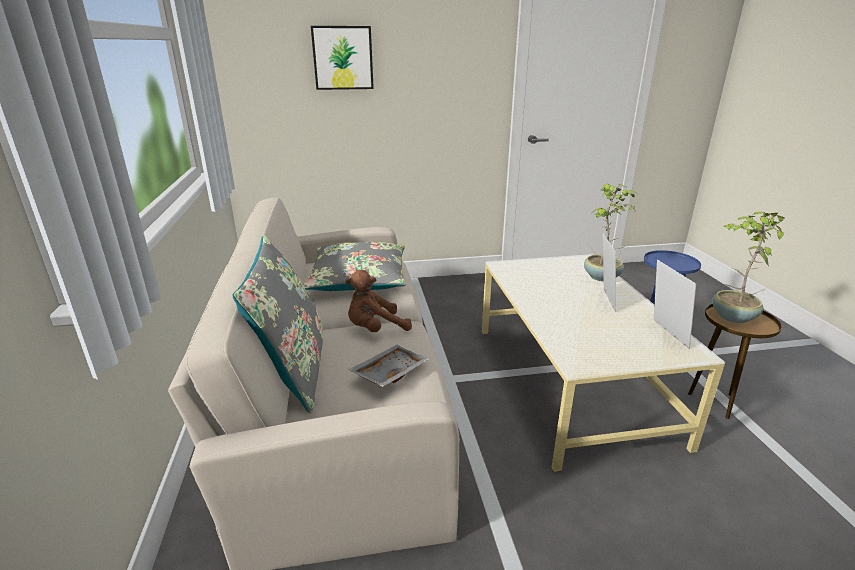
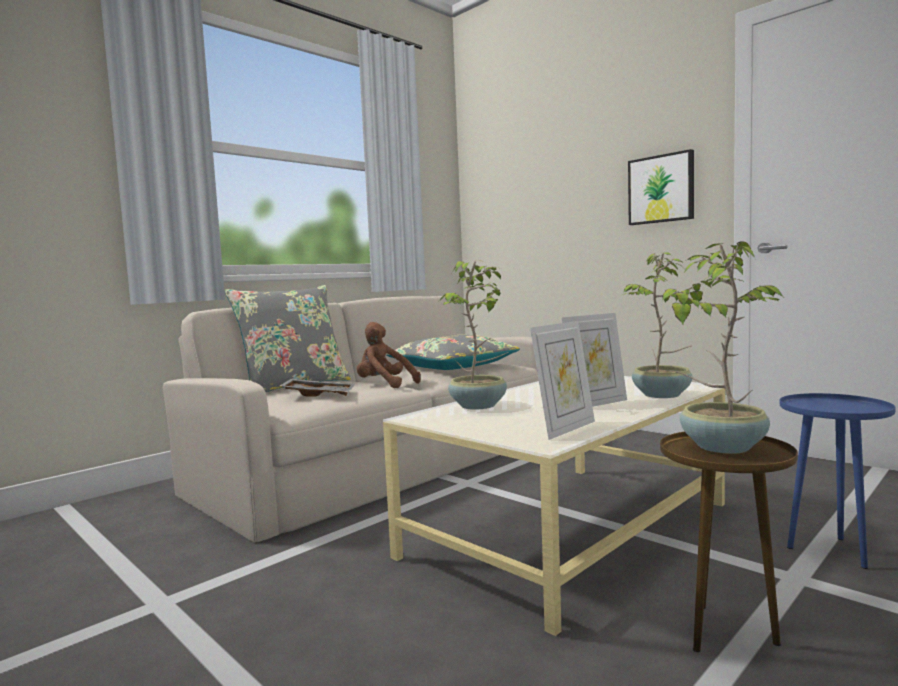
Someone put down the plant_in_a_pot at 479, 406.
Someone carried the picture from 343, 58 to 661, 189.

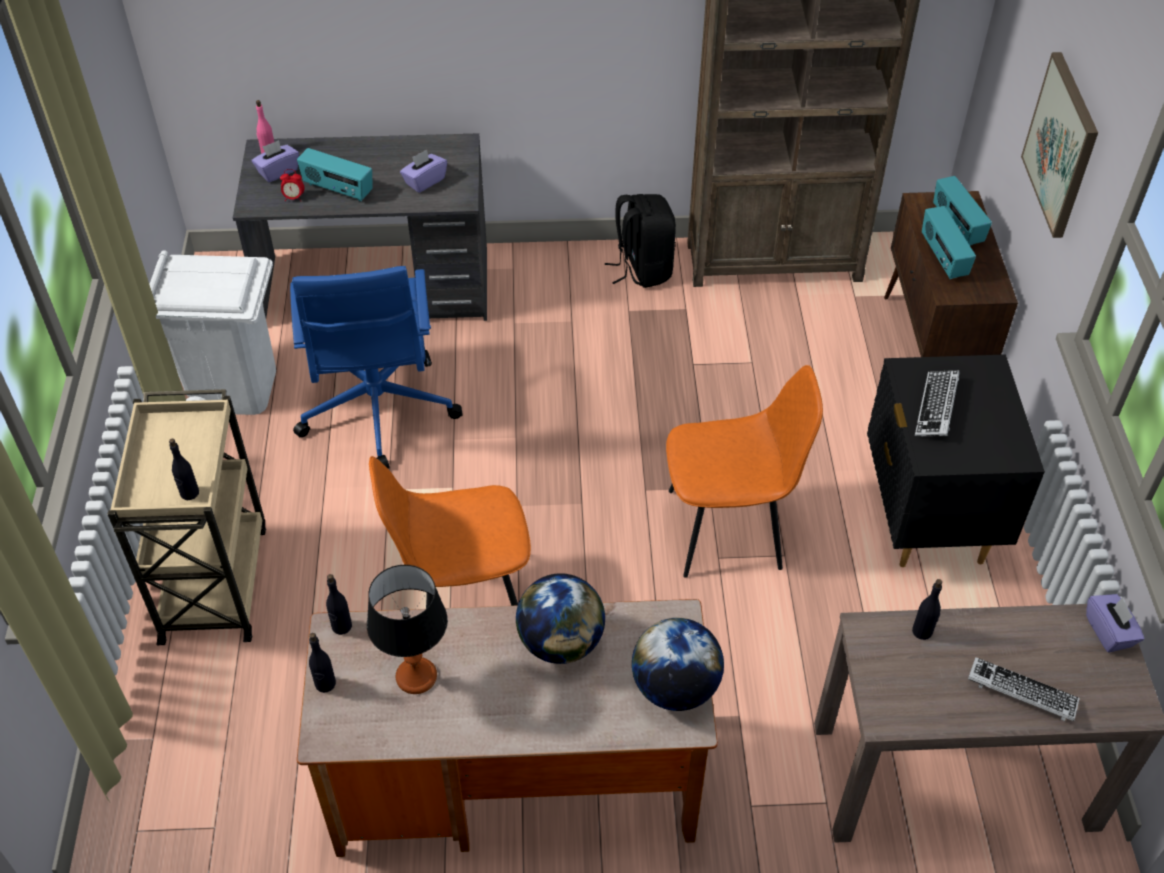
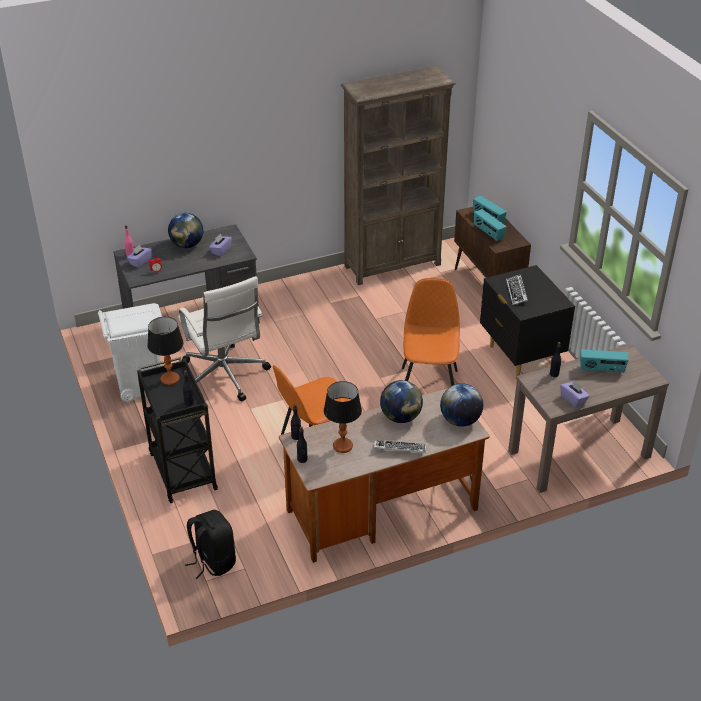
Someone repainted the sand-coloured_cart at 215, 581, which became the black_cart at 182, 469.
Someone put down the table_lamp at 170, 379.
Someone put down the globe at 187, 245.
Someone repainted the bluish_desk_chair at 377, 412, which became the whitish_desk_chair at 224, 376.
Someone carried the black_rucksack from 642, 269 to 213, 561.
Someone carried the PC_keyboard from 1021, 693 to 400, 449.
Someone rotated the orange-coloured_upright_chair at 728, 529 by 60 degrees counterclockwise.
Someone carried the purplish_box_of_tissues from 1109, 632 to 573, 399.
Someone carried the radio_set from 338, 190 to 601, 370.
Someone took away the picture at 1062, 145.

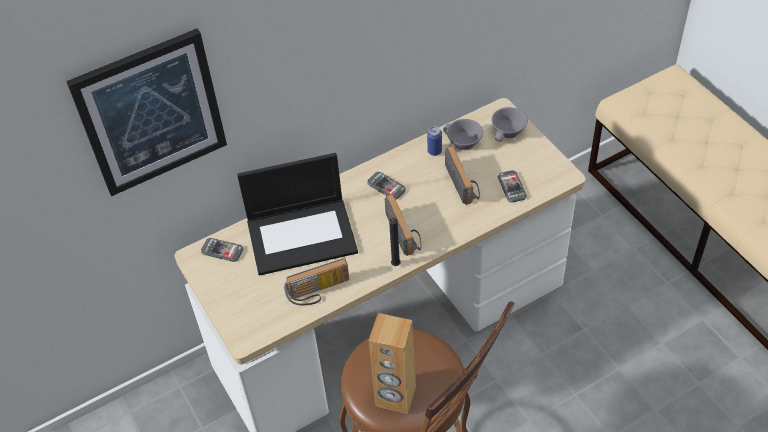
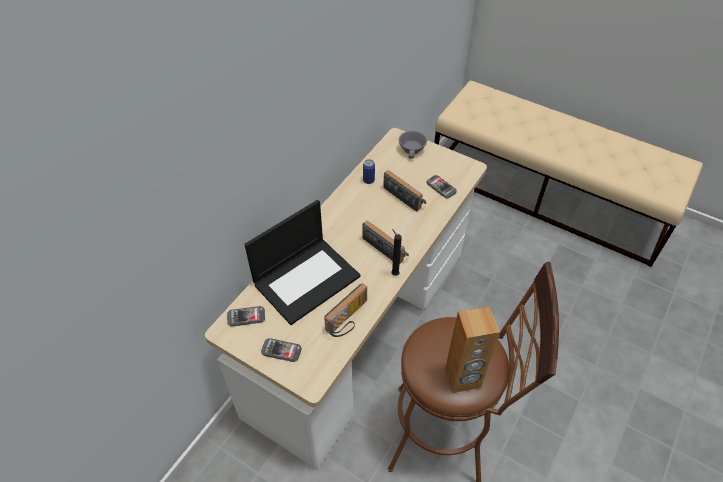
Someone carried the handset from 386, 186 to 281, 350.
Someone took away the picture at 151, 113.
Someone took away the greyish_drinking_cup at 462, 143.

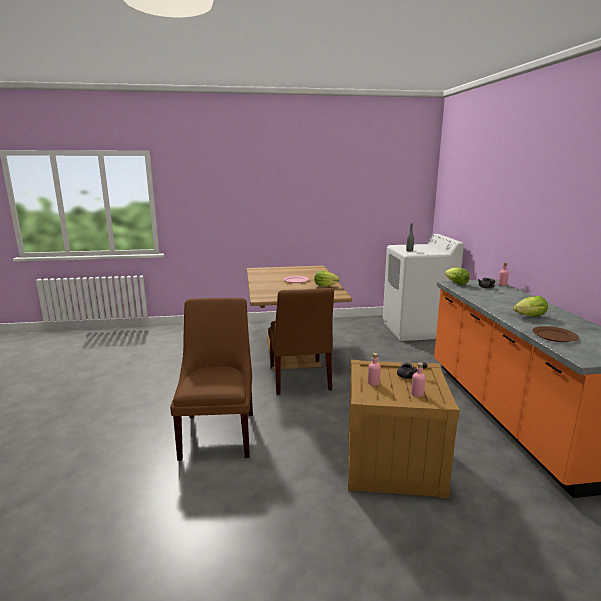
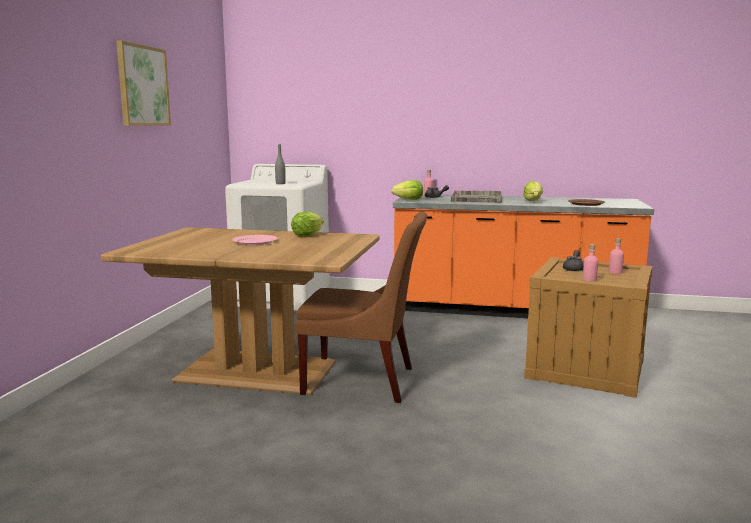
Someone put up the picture at 143, 86.
Someone put down the greyish_serving_tray at 476, 198.
Someone took away the brown_upright_chair at 219, 432.

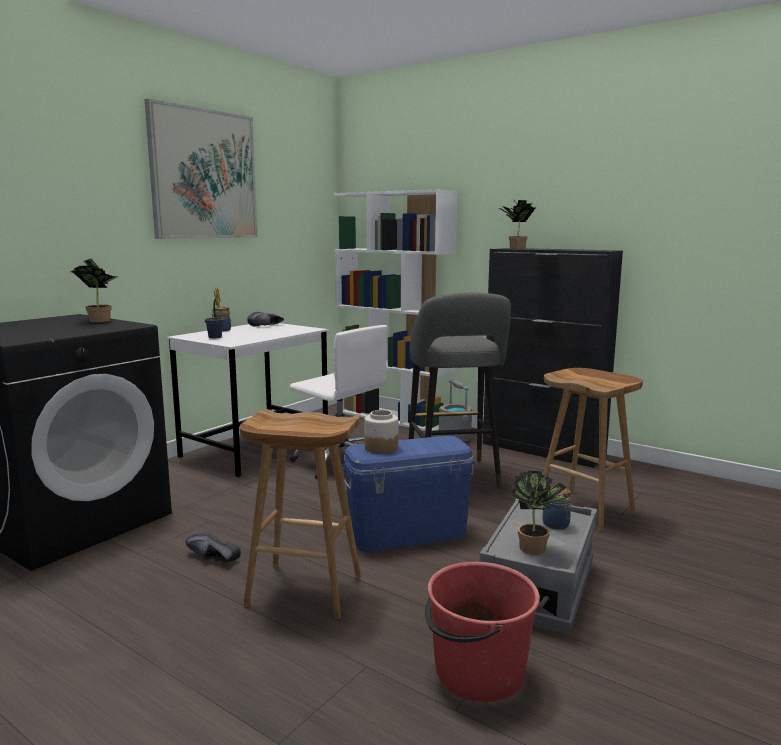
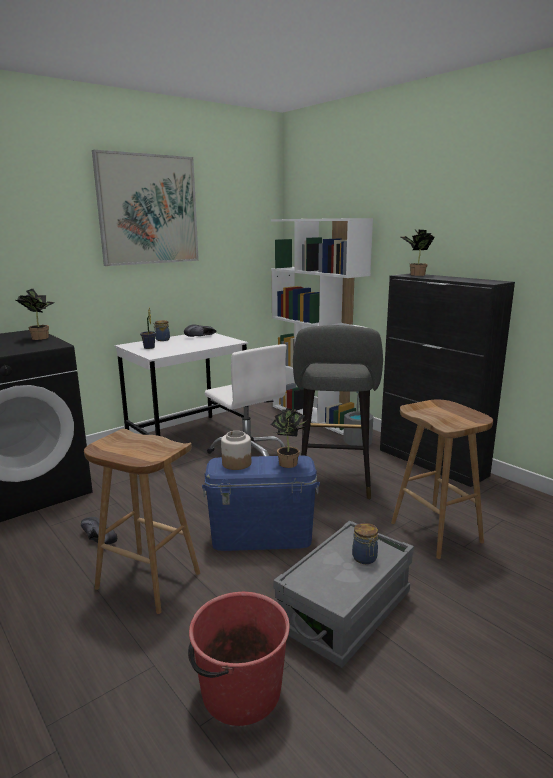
Someone carried the plant_in_a_pot from 536, 549 to 290, 464.

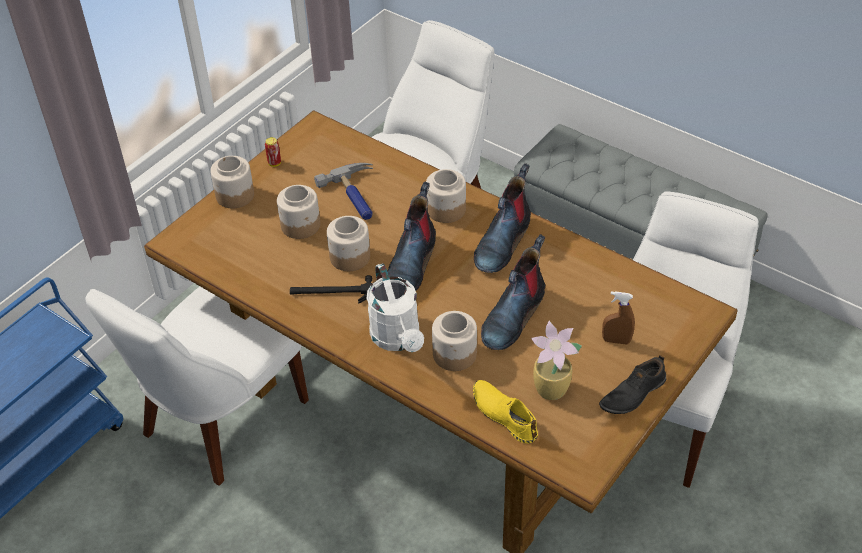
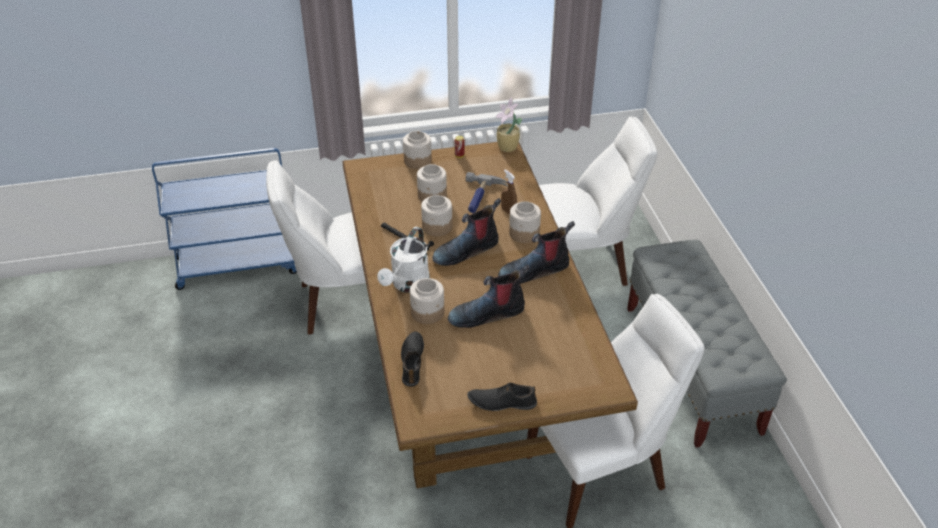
Someone repainted the yellow_shoe at 504, 415, which became the black_shoe at 413, 361.
Someone carried the plant_in_a_pot from 552, 390 to 507, 148.
Someone carried the brown_spray_bottle from 616, 340 to 508, 211.

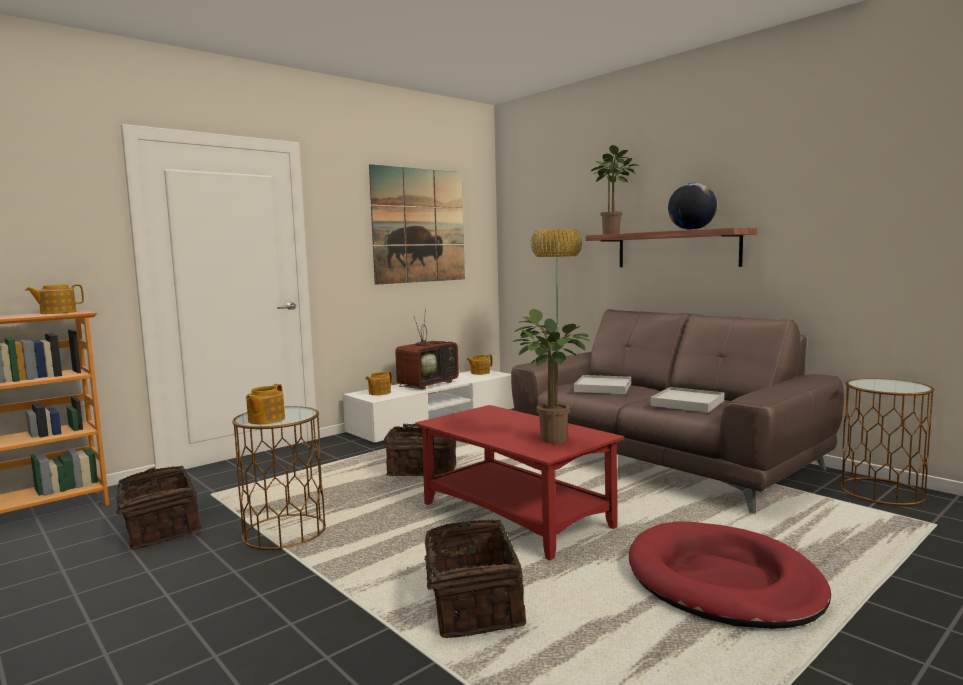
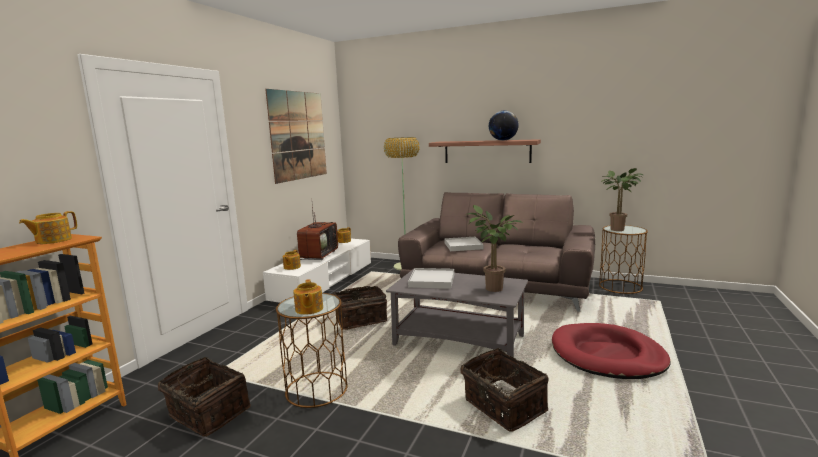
Someone repainted the red-coloured_lounge_table at 517, 516, which became the greyish_lounge_table at 460, 340.
Someone carried the whitish_serving_tray from 687, 403 to 432, 280.
Someone carried the plant_in_a_pot from 614, 234 to 620, 229.

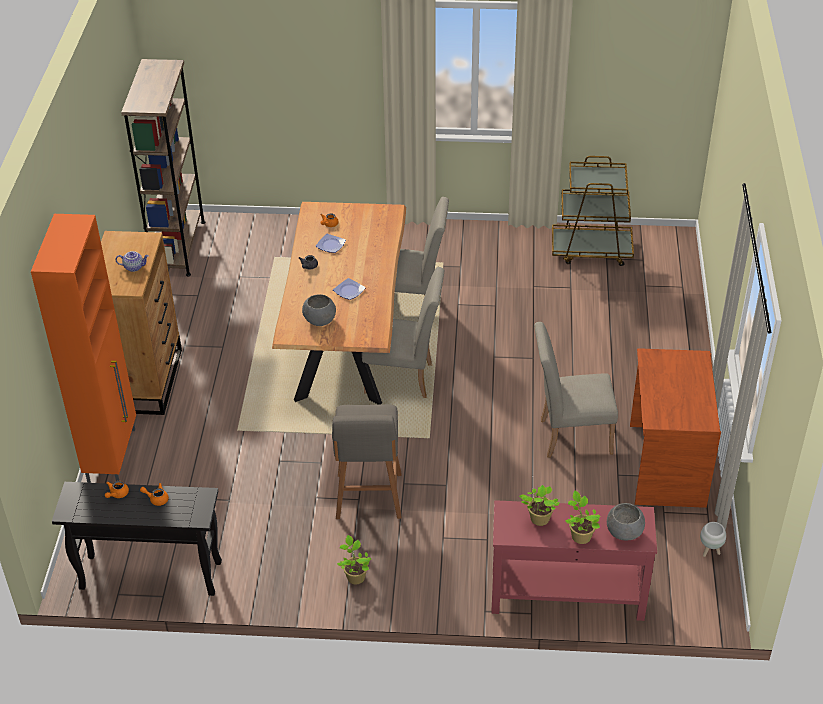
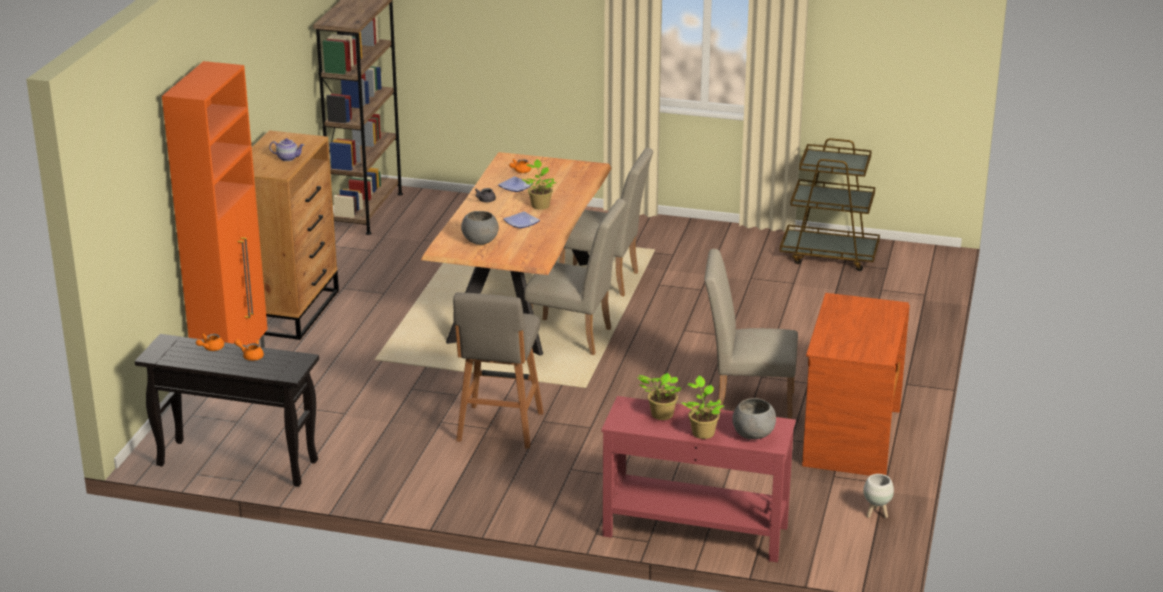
Someone carried the plant_in_a_pot from 355, 576 to 540, 205.

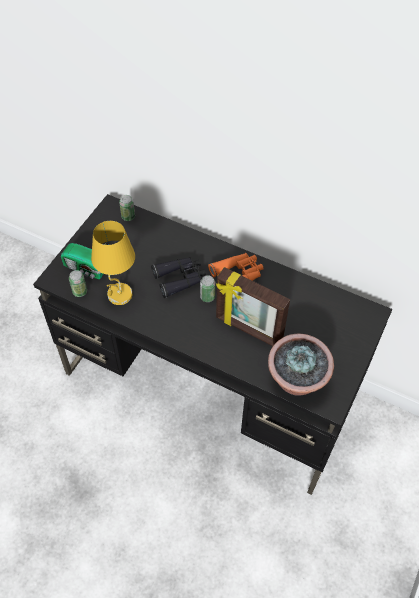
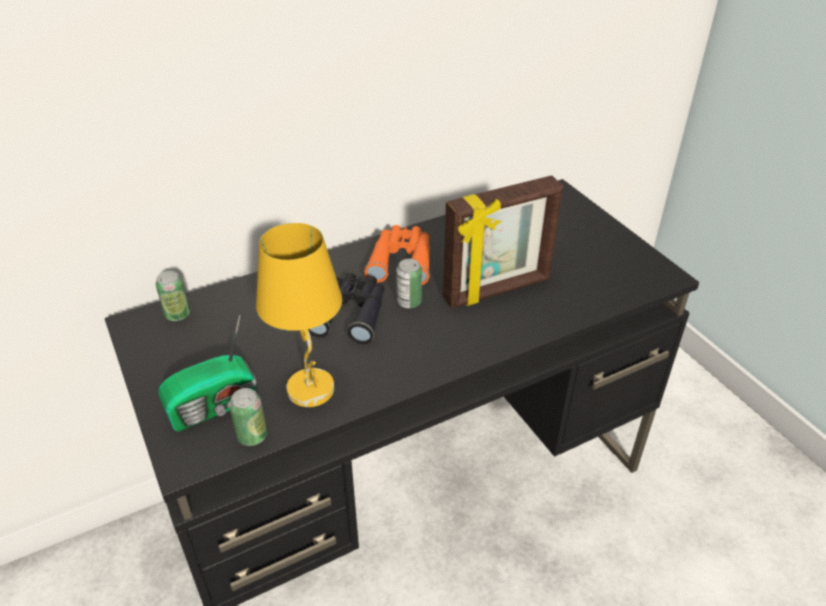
Someone took away the plant_in_a_pot at 296, 381.

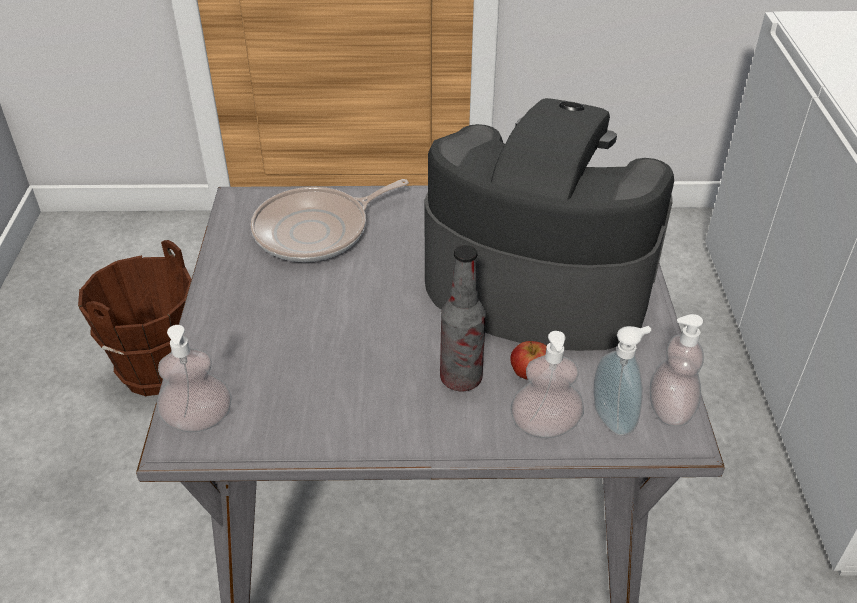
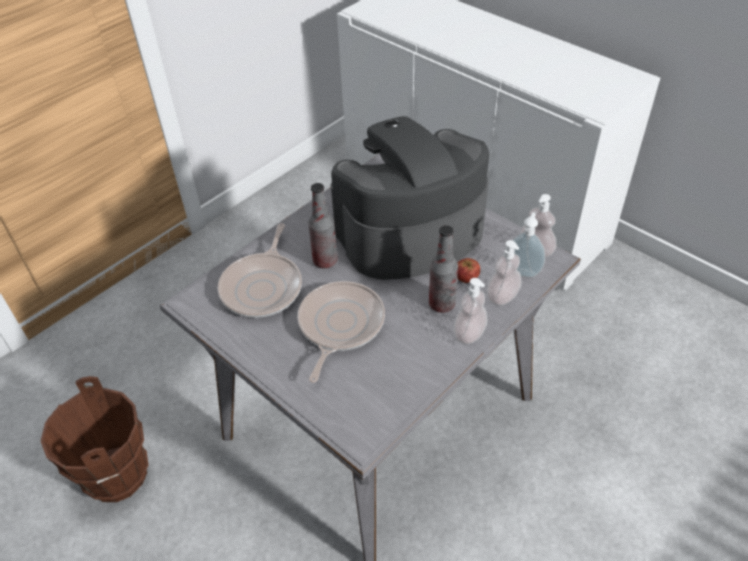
Someone put down the skillet at 339, 326.
Someone put down the drink_bottle at 325, 261.
Someone carried the soap_bottle from 199, 420 to 469, 334.

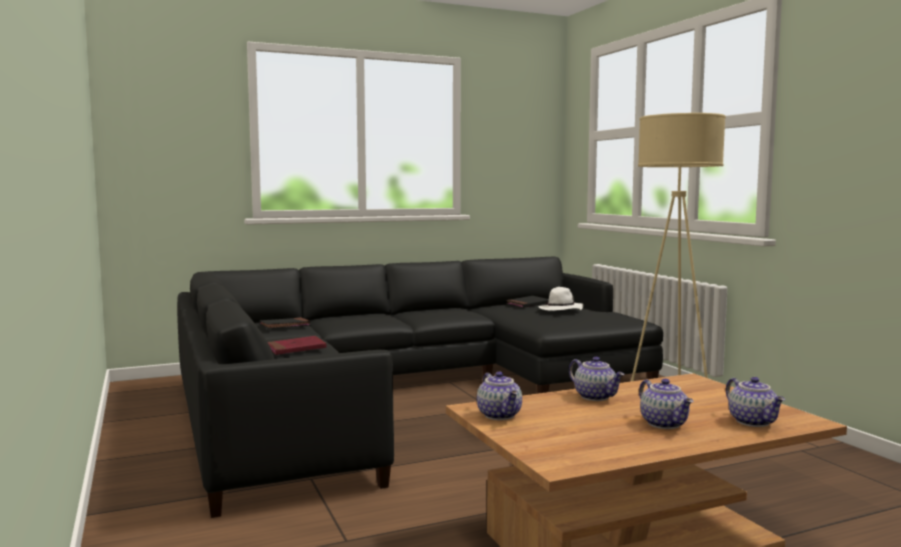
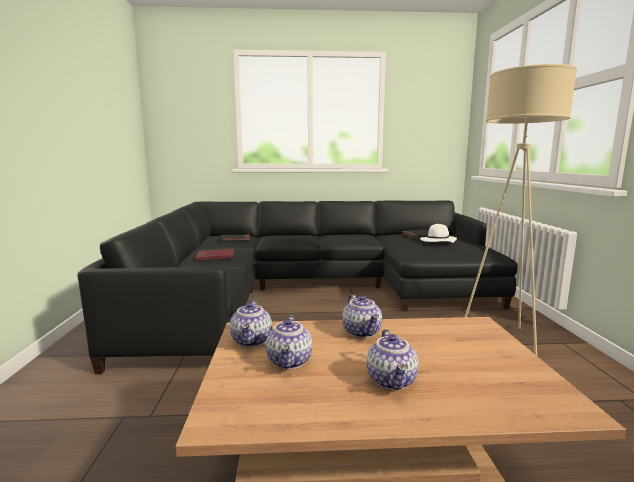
Someone carried the pot_for_tea from 754, 422 to 290, 362.

